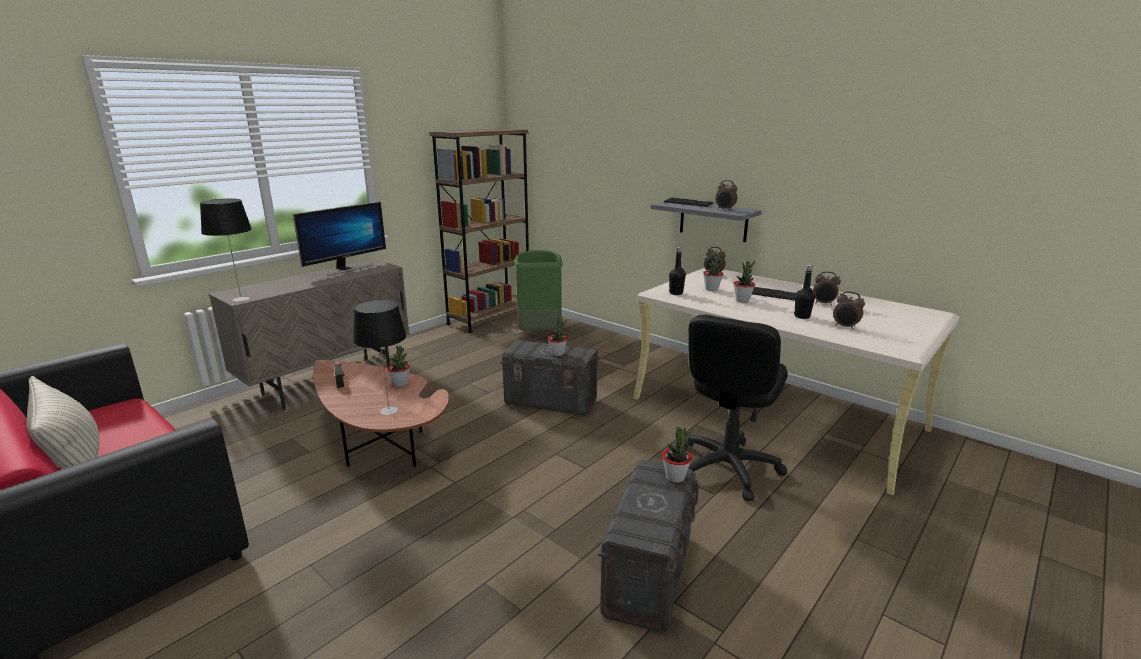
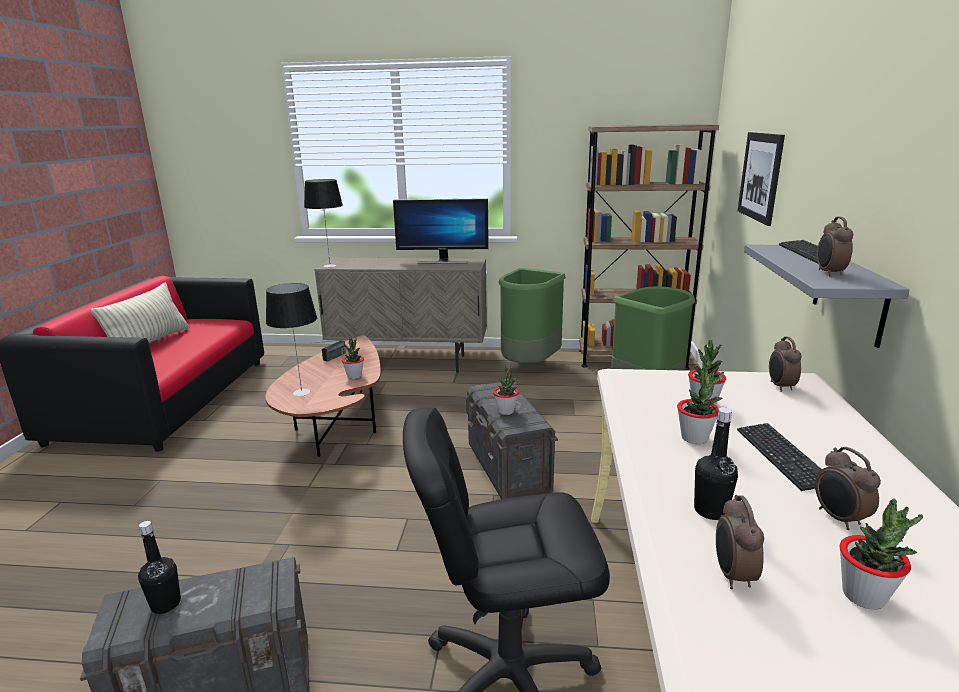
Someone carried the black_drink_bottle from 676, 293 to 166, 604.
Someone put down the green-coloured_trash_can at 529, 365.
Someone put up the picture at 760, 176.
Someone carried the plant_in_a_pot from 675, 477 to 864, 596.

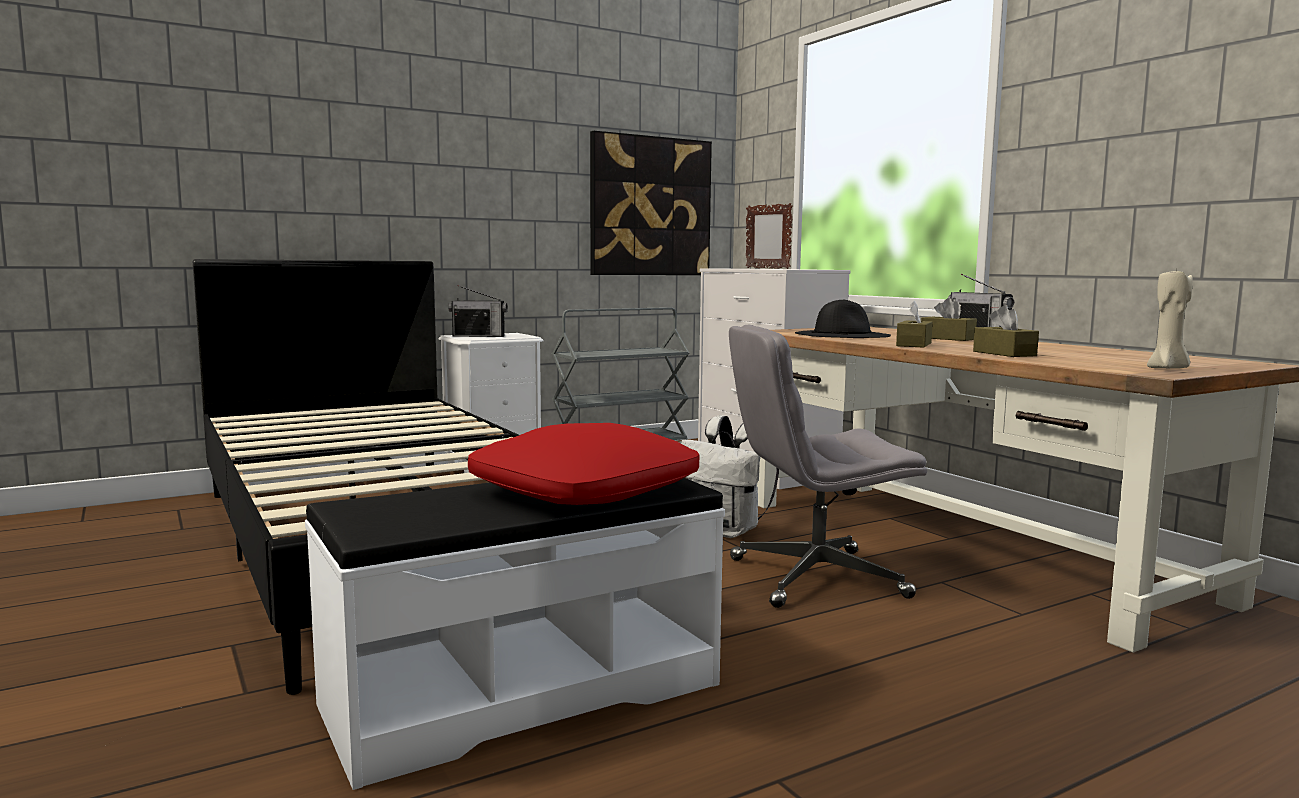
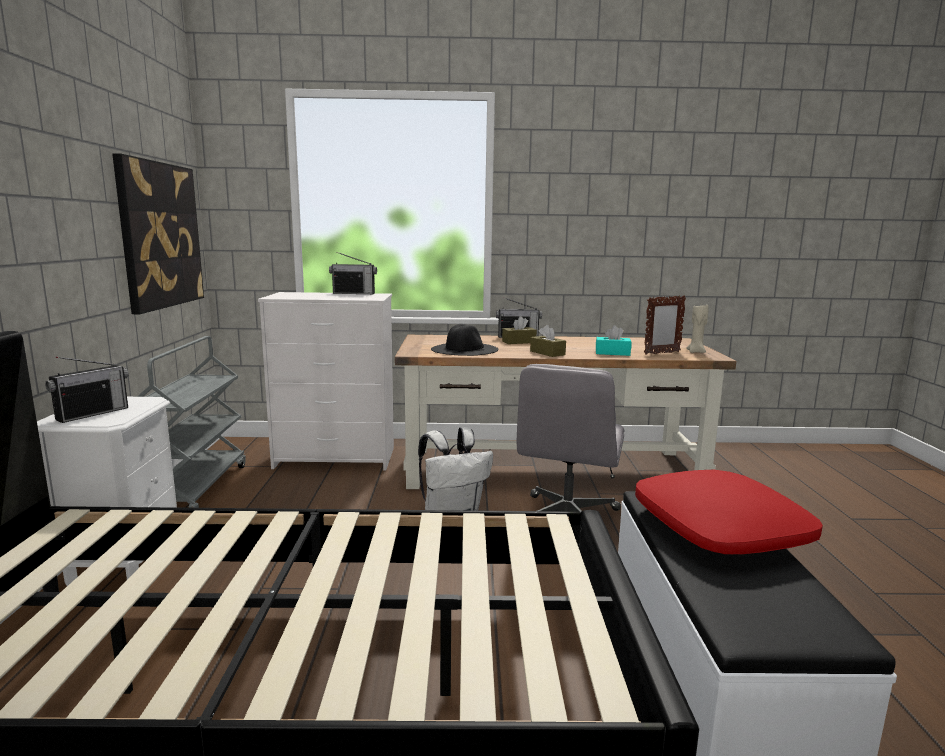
Someone put down the radio_set at 354, 293.
Someone repainted the brown_box_of_tissues at 1004, 353, which became the turquoise-coloured_box_of_tissues at 612, 353.
Someone carried the photo_frame from 767, 268 to 661, 353.

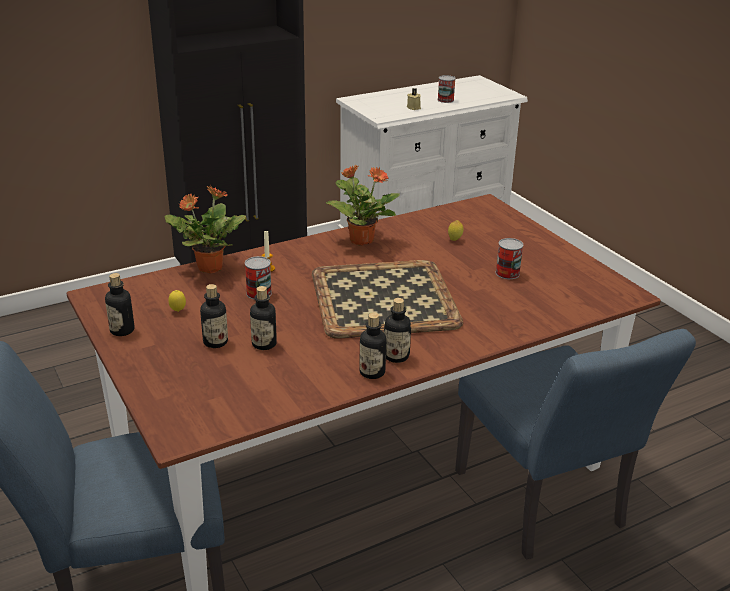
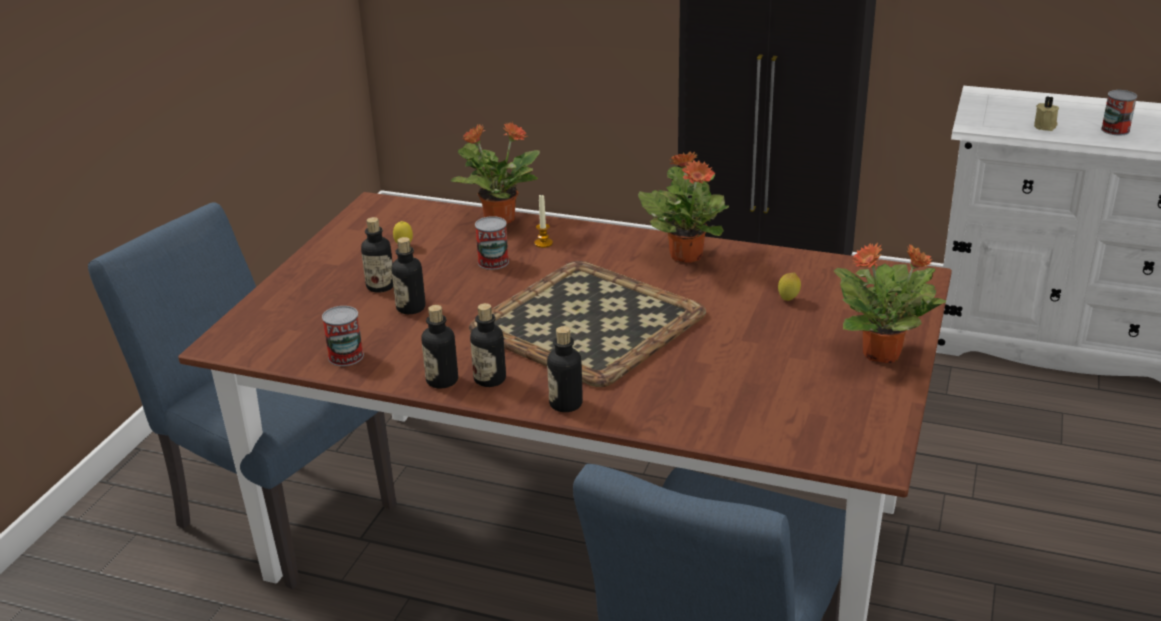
Someone carried the can from 507, 273 to 346, 356.
Someone carried the drink_bottle from 122, 330 to 566, 404.
Someone put down the plant_in_a_pot at 883, 354.

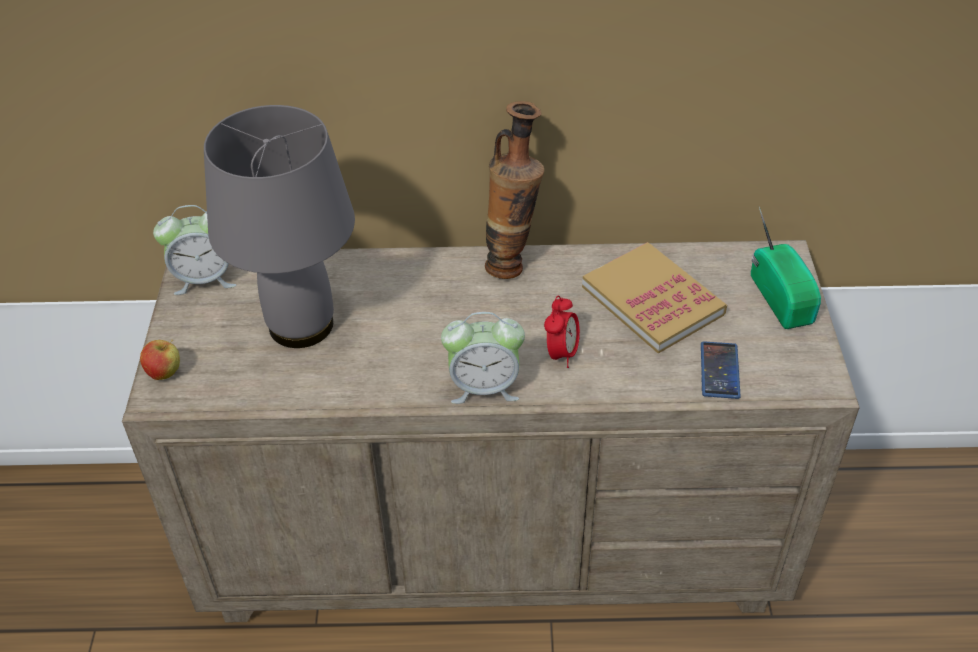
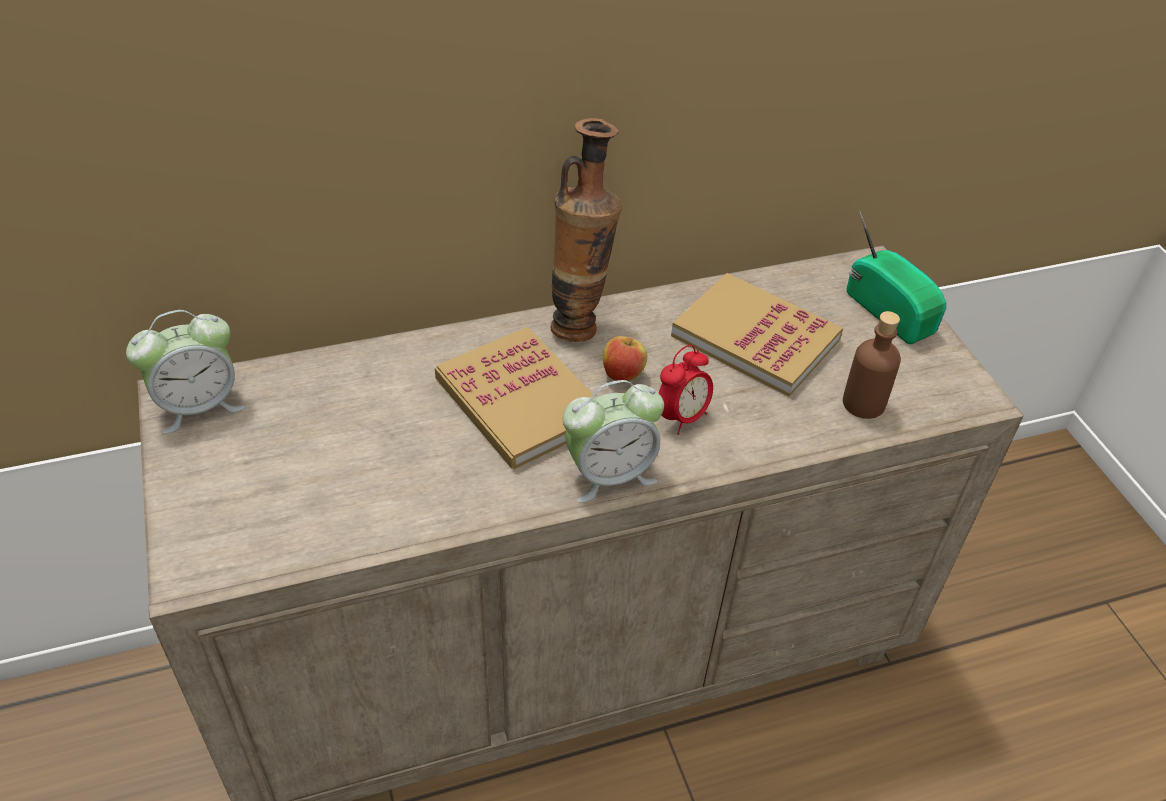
Someone put down the book at 520, 401.
Someone carried the apple_fruit from 165, 373 to 623, 375.
Someone rotated the bedside_clock at 561, 354 by 45 degrees clockwise.
Someone swapped the handset at 719, 370 for the brown_drink_bottle at 863, 403.
Someone took away the greyish_table_lamp at 302, 324.

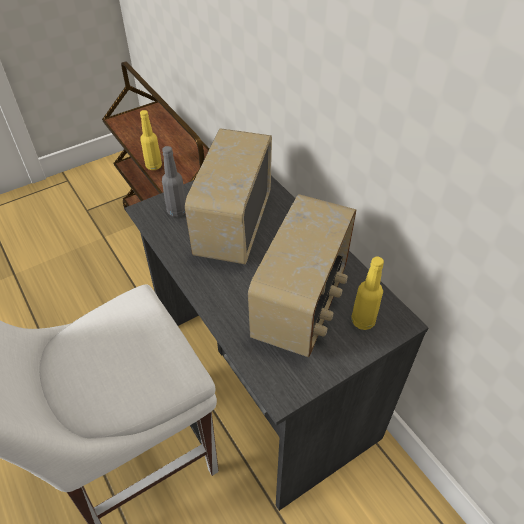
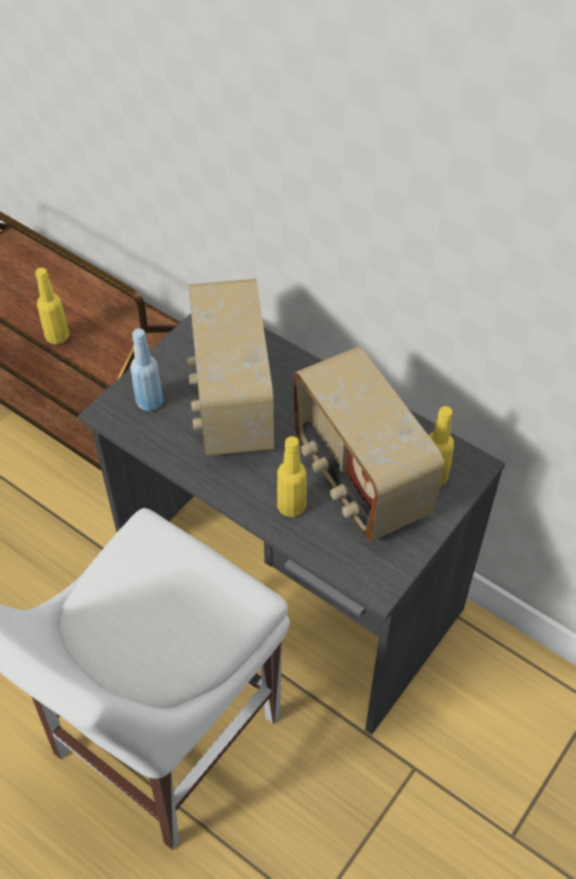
Someone repainted the greyish_drink_bottle at 177, 211, which became the bluish_drink_bottle at 149, 402.
Someone put down the yellow_drink_bottle at 291, 507.
Someone rotated the radio_set at 302, 305 by 150 degrees clockwise.

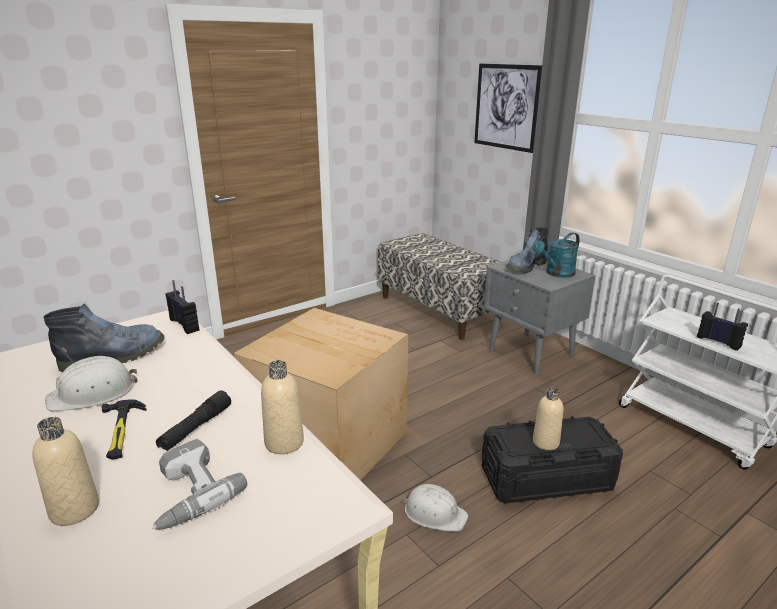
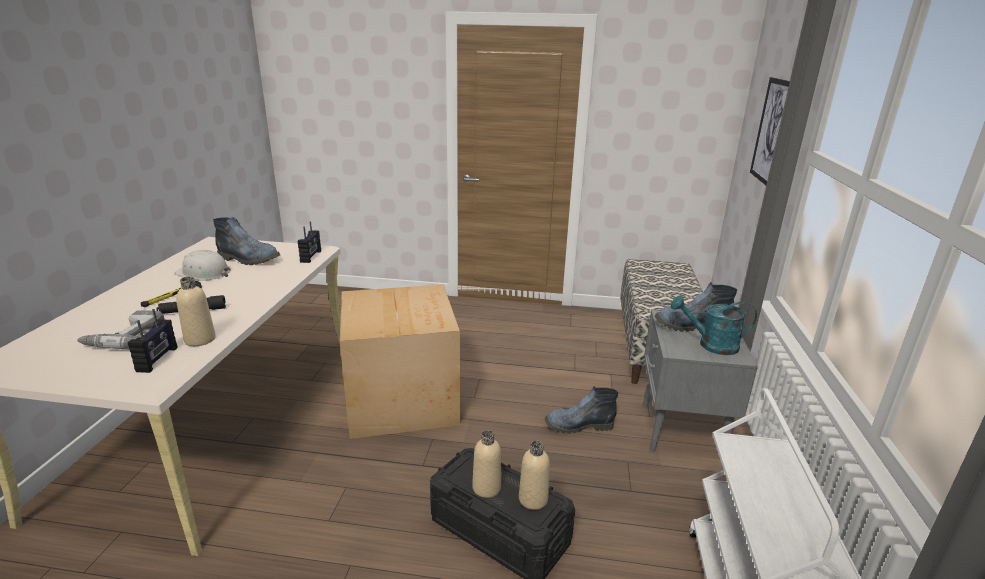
Someone carried the radio_set from 718, 342 to 158, 359.
Someone carried the sand-coloured_drink_bottle from 74, 509 to 533, 499.
Someone put down the high-top_boot at 578, 426.
Someone took away the whitish_safety_helmet at 434, 513.

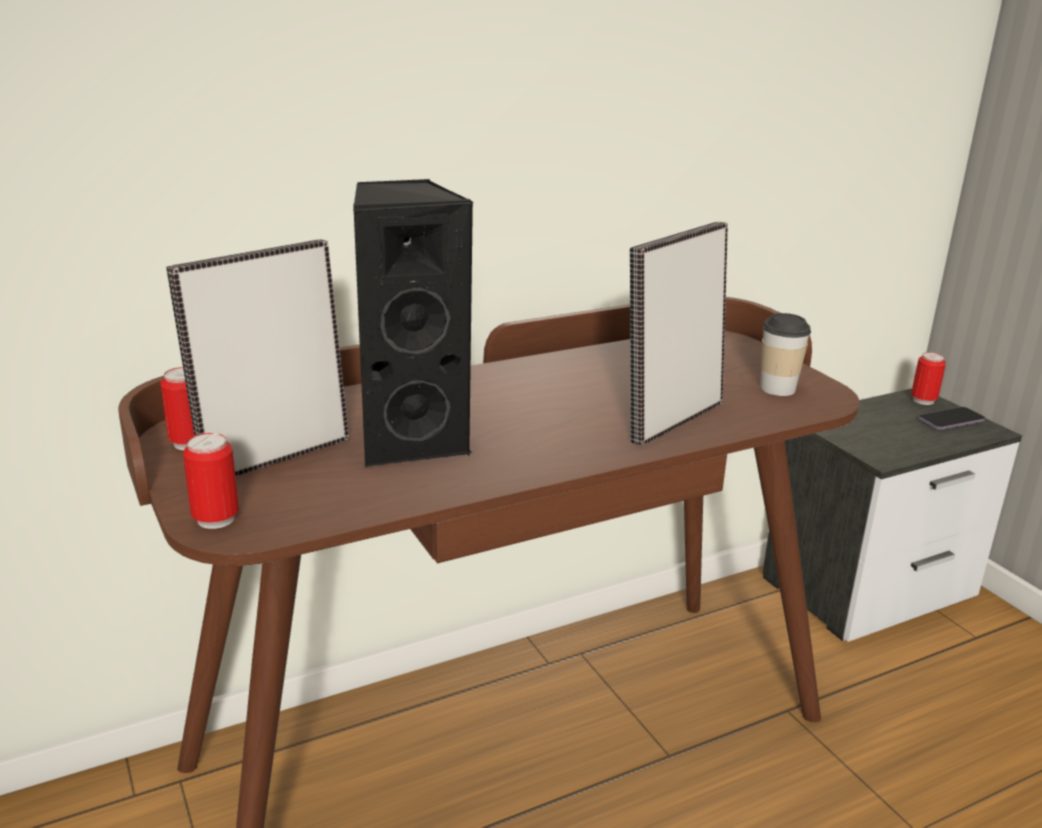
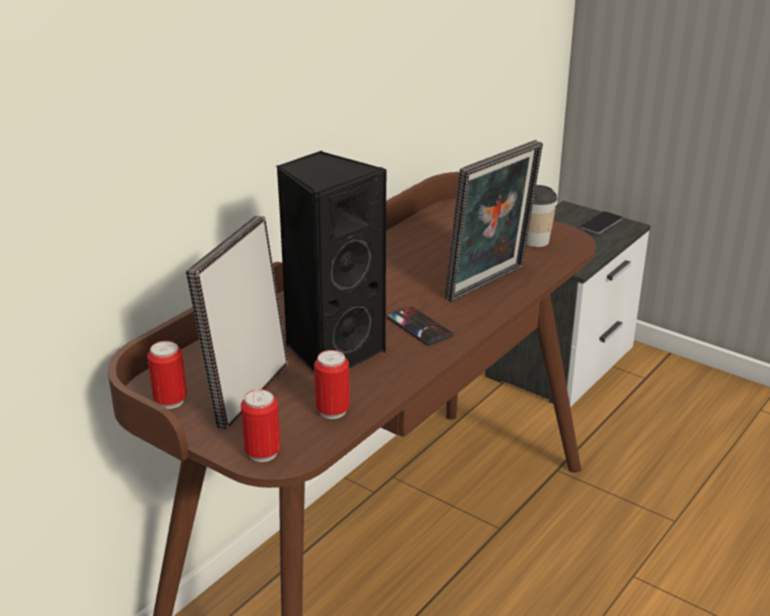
Someone carried the can from 923, 400 to 333, 411.
Someone put down the handset at 419, 326.
Someone rotated the photo_frame at 670, 419 by 150 degrees counterclockwise.

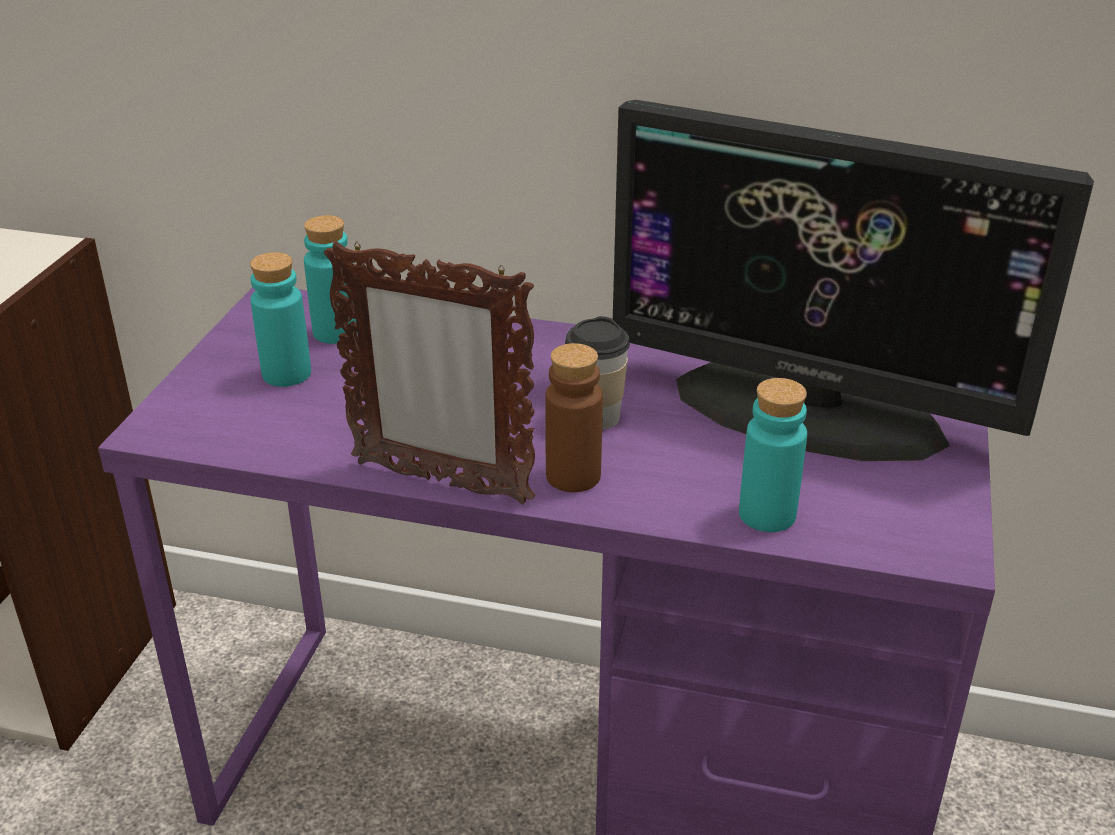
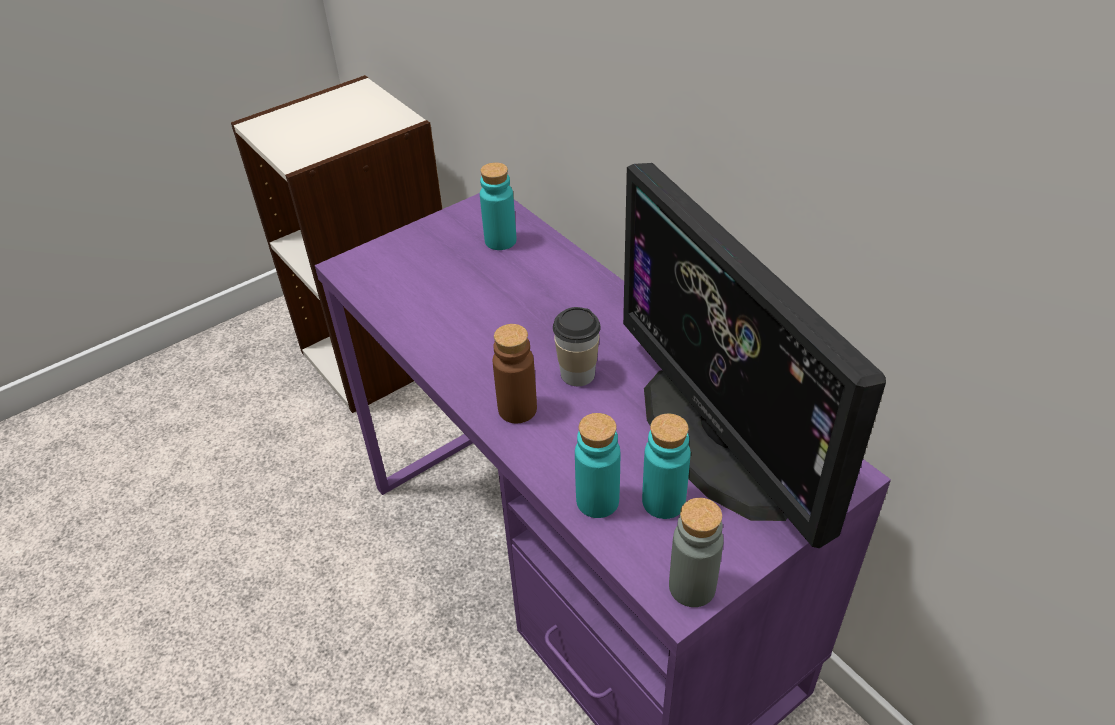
Someone carried the turquoise-coloured_drink_bottle from 286, 374 to 663, 501.
Someone put down the greyish_drink_bottle at 692, 587.
Someone took away the photo_frame at 440, 482.

